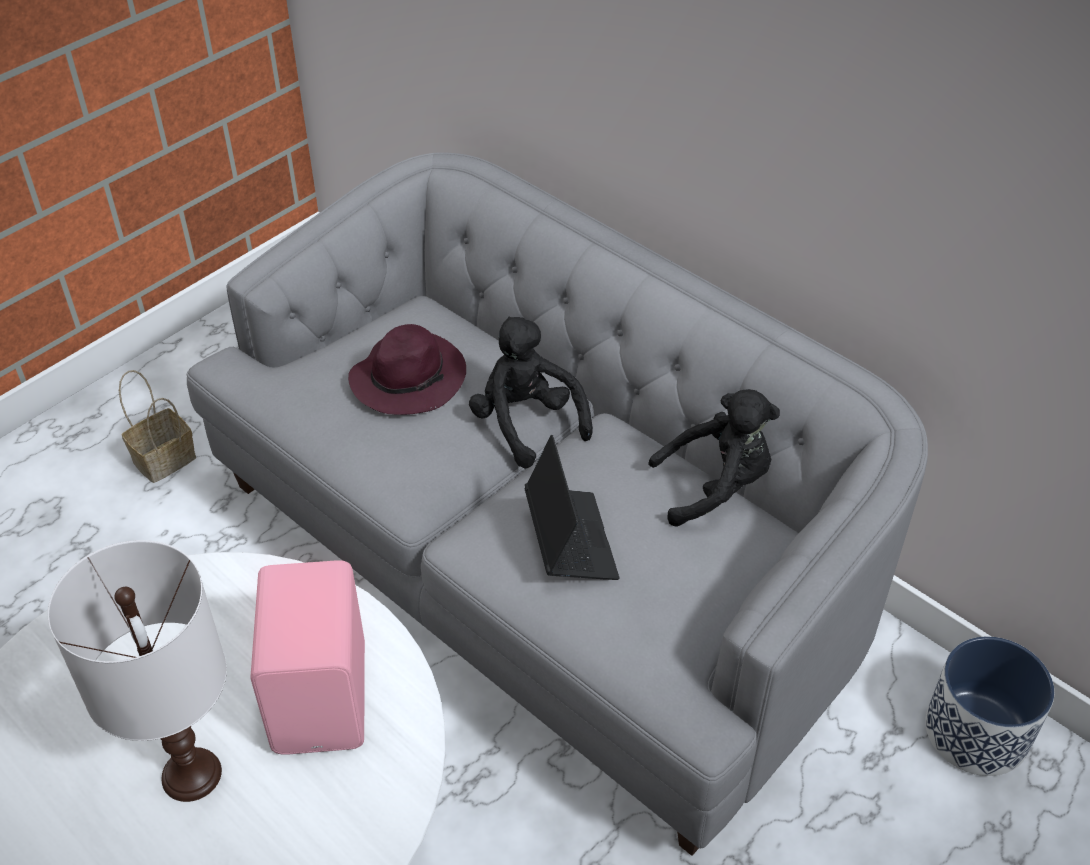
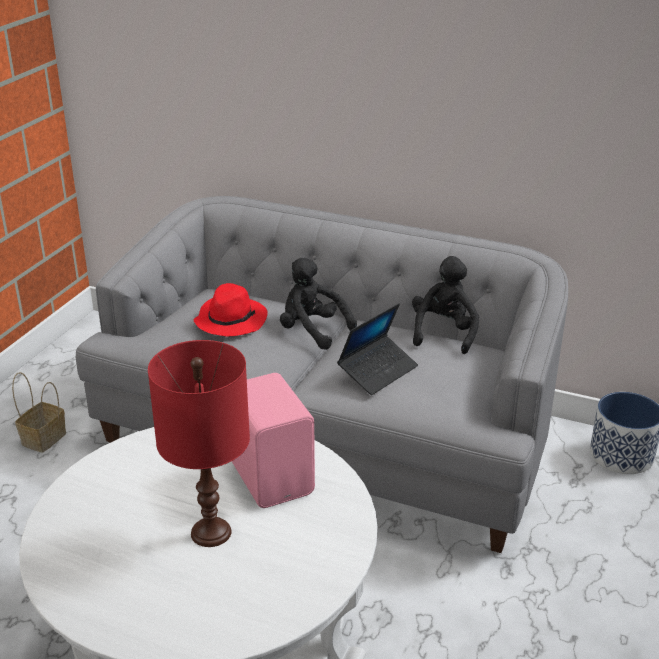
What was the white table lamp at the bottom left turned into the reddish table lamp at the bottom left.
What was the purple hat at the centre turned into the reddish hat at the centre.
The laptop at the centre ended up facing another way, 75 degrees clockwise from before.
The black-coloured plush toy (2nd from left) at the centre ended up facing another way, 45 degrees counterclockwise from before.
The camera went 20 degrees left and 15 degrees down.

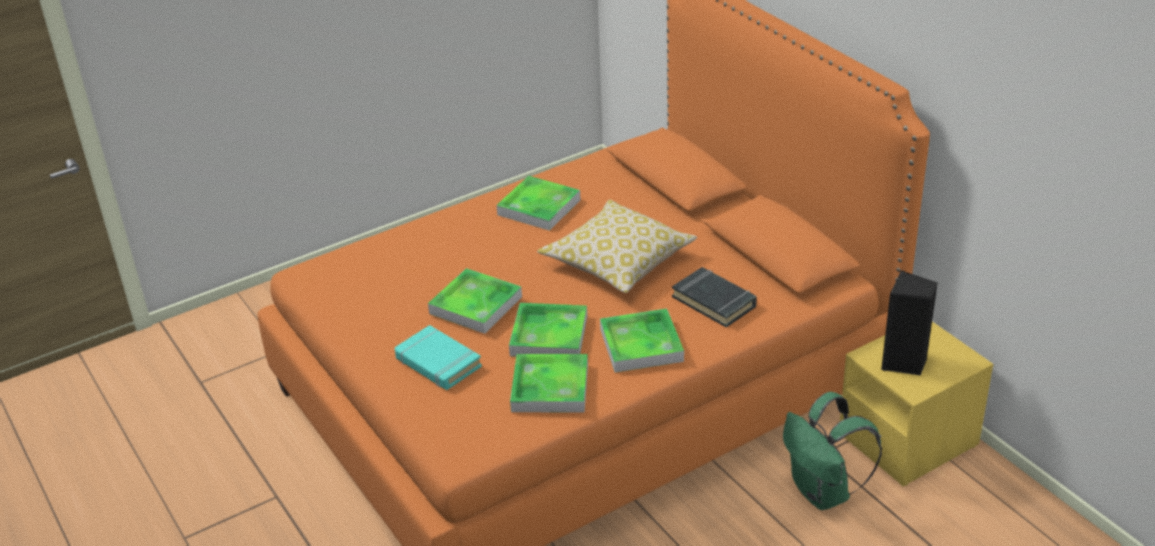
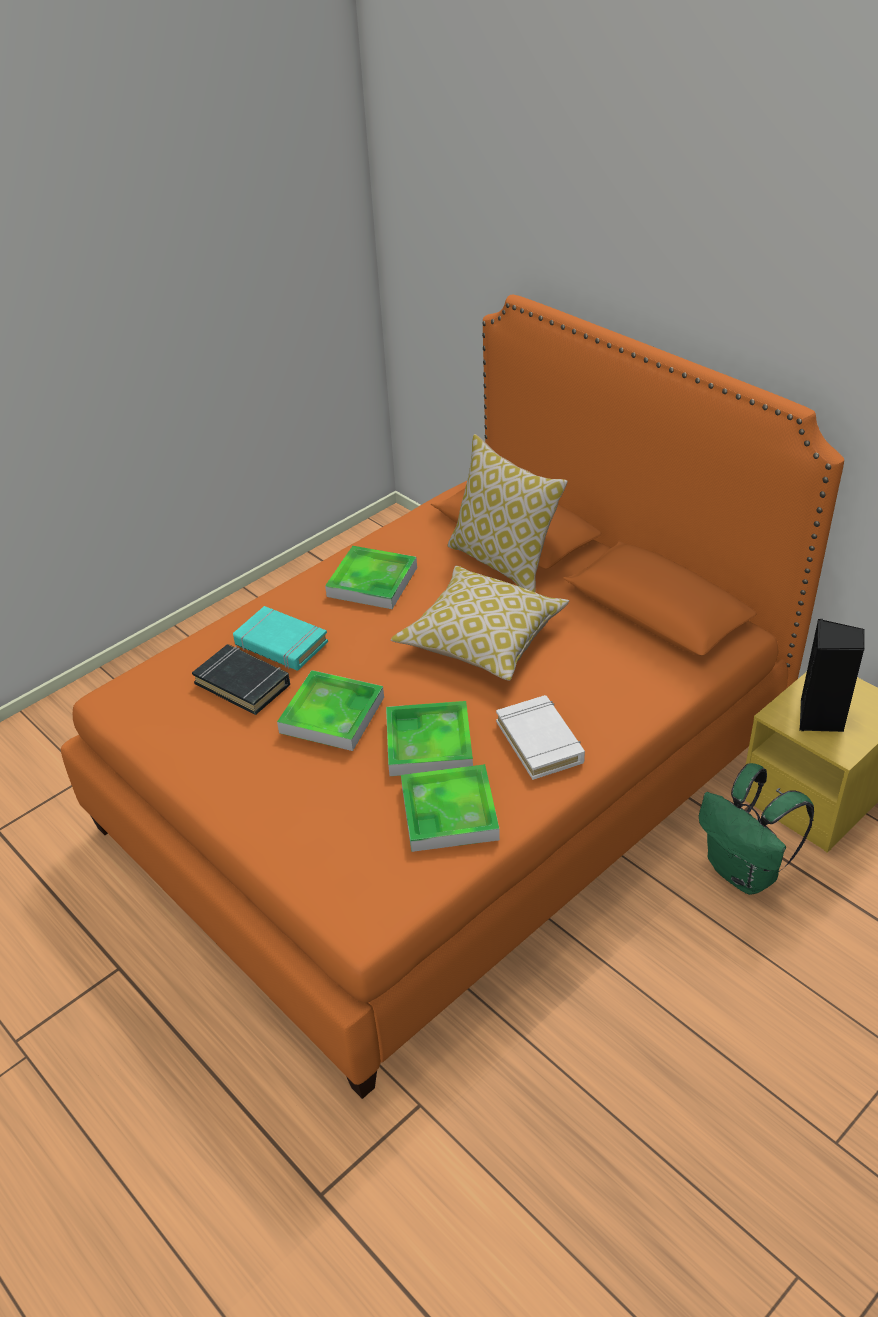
The second view gained the pillow (2nd from left) at the centre.
The turquoise book ended up elsewhere, having gone from the centre to the middle left.
The black-coloured book ended up elsewhere, having gone from the centre to the middle left.
Where the serving tray (5th from left) stood at the centre, the white book came to stand at the centre.
The camera went 10 degrees left and 5 degrees up.

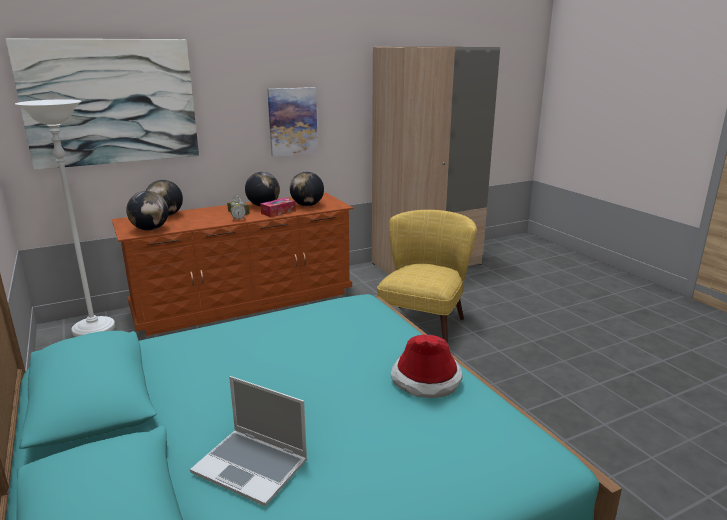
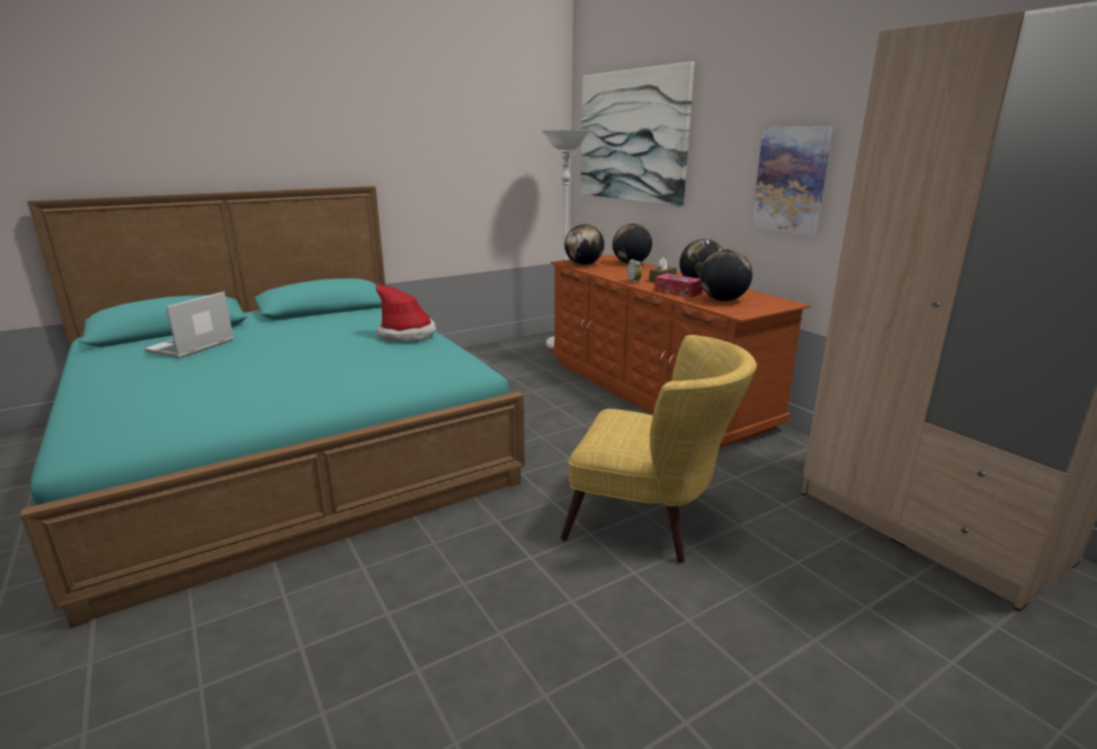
The hat ended up elsewhere, having gone from the bottom centre to the centre.
The camera went 85 degrees right and 0 degrees up.

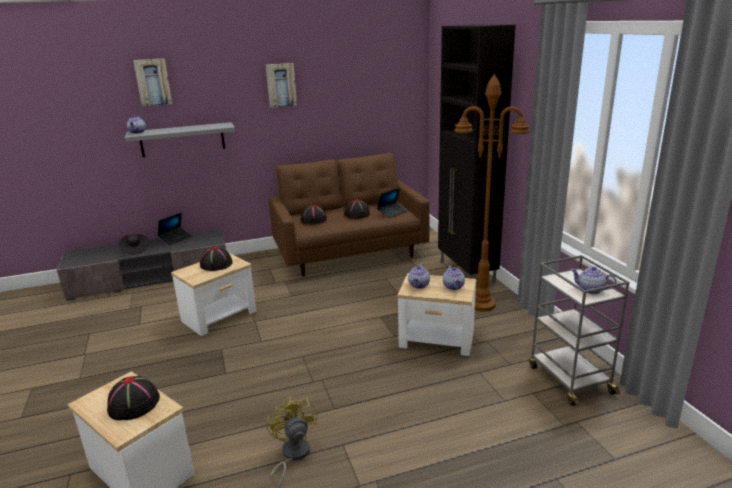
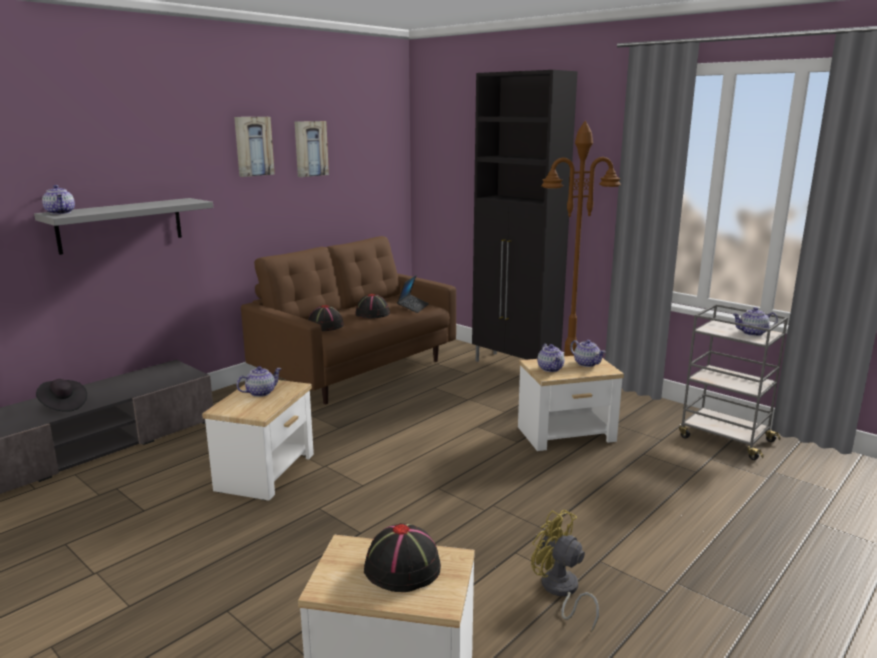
The second view lost the laptop (1st from left) at the middle left.
The wall picture (1st from left in the first image) ended up elsewhere, having gone from the top left to the top centre.
Where the black-coloured hat (3rd from left) stood at the middle left, the teapot (2nd from left) came to stand at the middle left.
The camera went 30 degrees left and 5 degrees down.

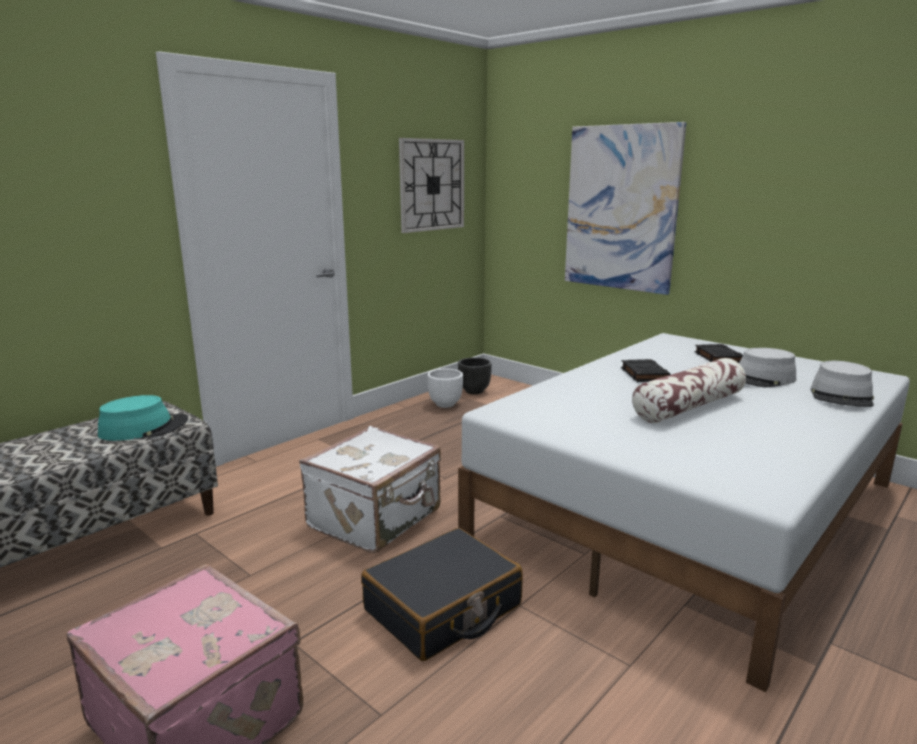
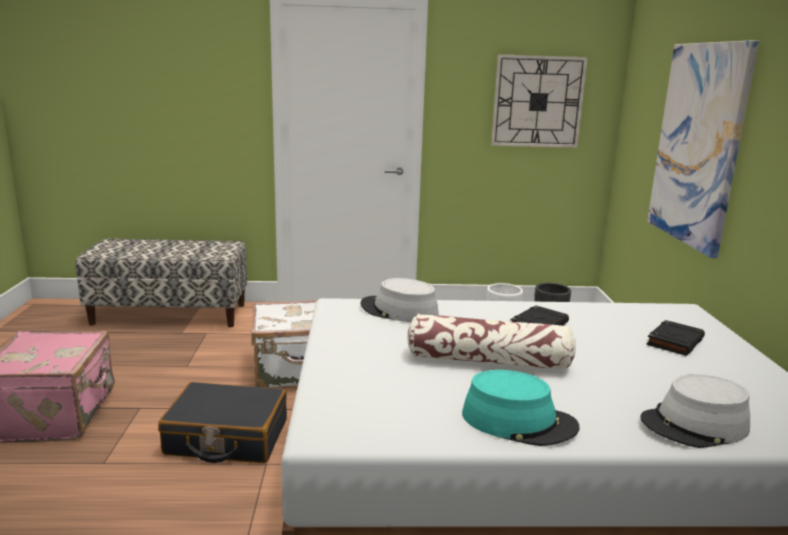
The turquoise hat ended up elsewhere, having gone from the middle left to the bottom centre.
The greyish hat (1st from left) ended up elsewhere, having gone from the middle right to the centre.
The camera went 45 degrees right and 0 degrees up.

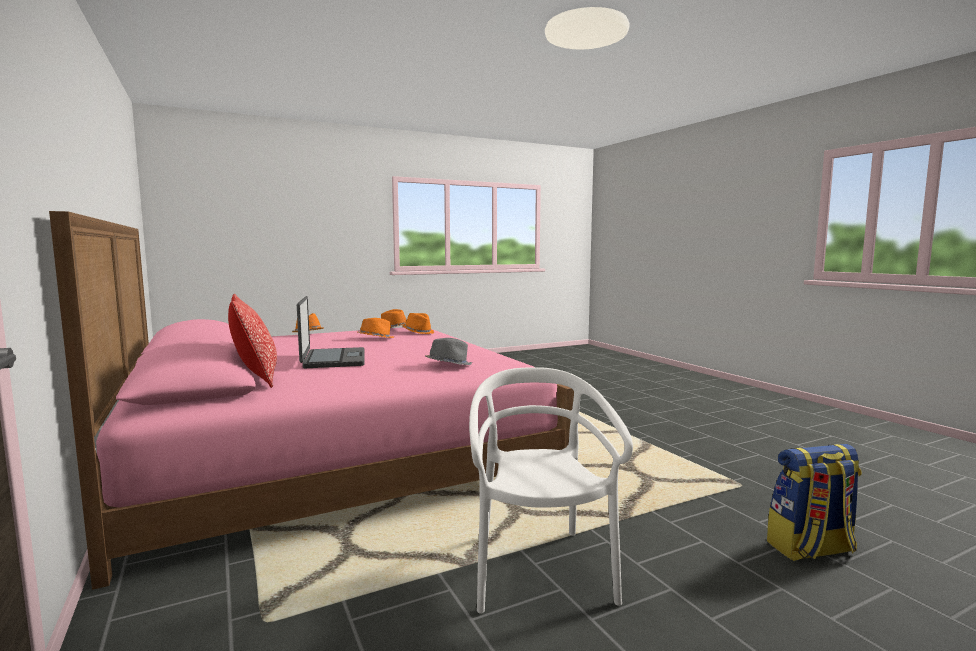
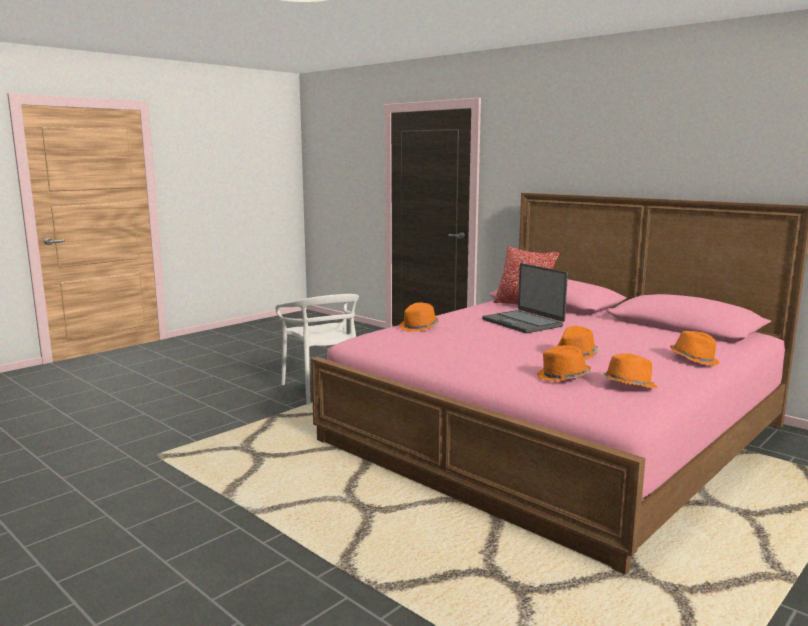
The second view lost the knapsack at the bottom right.
What was the greyish hat at the centre turned into the orange-coloured hat (1st from left) at the centre.
The camera went 160 degrees right and 5 degrees up.

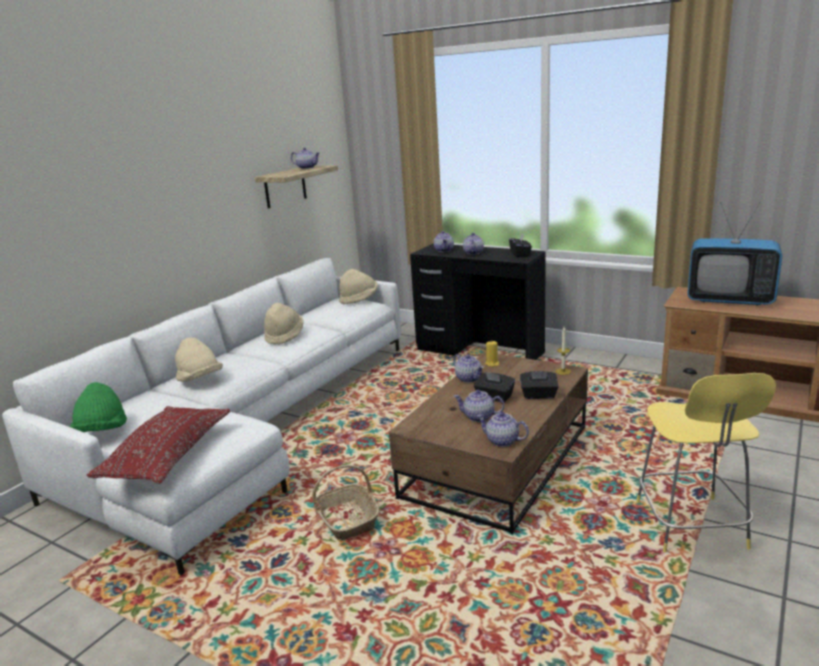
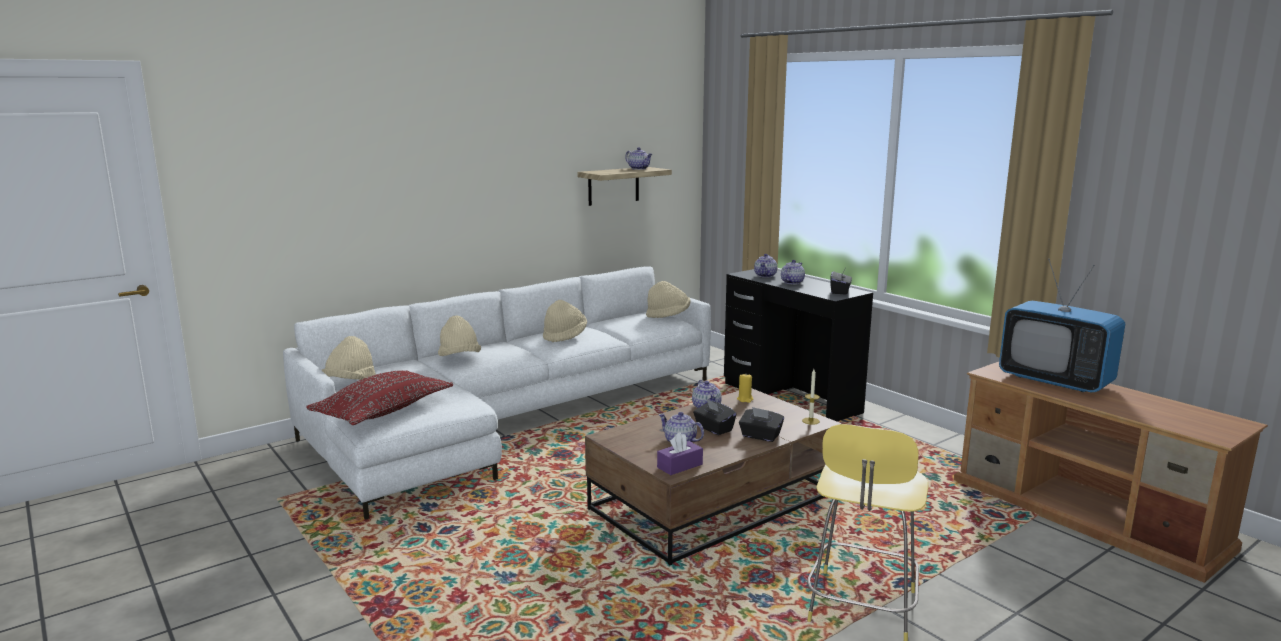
The second view lost the storage basket at the bottom centre.
Where the teapot (6th from left) stood at the centre, the purple box of tissues came to stand at the bottom centre.
What was the green hat at the middle left turned into the sand-coloured hat (1st from left) at the middle left.
The camera went 20 degrees right and 5 degrees down.

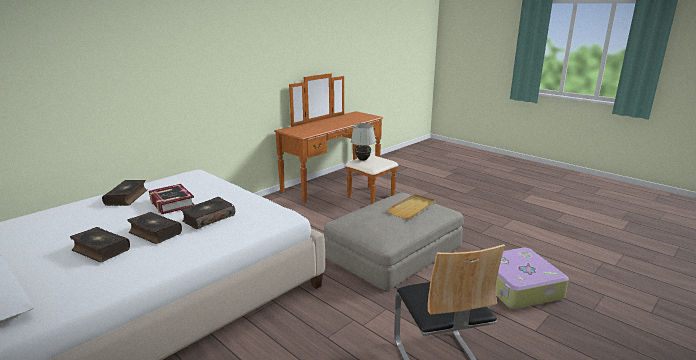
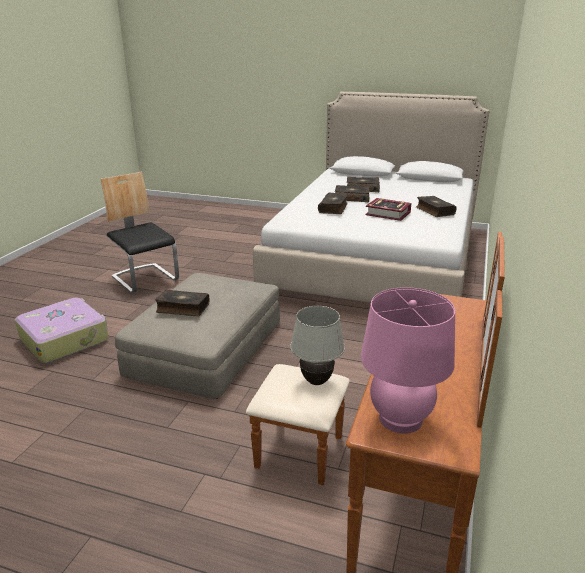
The second view gained the pink-coloured table lamp at the middle right.
Where the sand-coloured serving tray stood at the centre, the book (1st from left) came to stand at the middle left.
The camera went 155 degrees right and 5 degrees up.

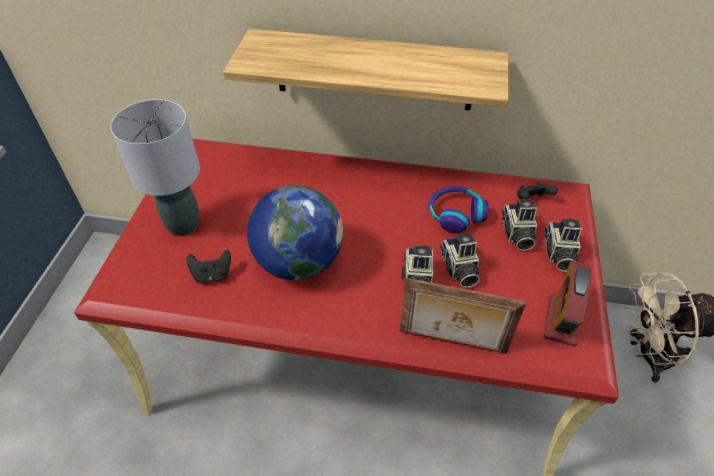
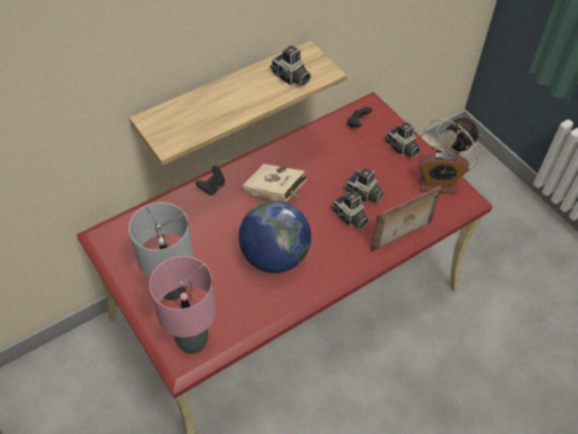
The second view lost the headset at the centre.
The second view gained the pink-coloured table lamp at the bottom left.
The second view gained the sand-coloured book at the centre.
The black-coloured joypad (1st from left) ended up elsewhere, having gone from the middle left to the centre.
The photo camera (3rd from left in the first image) ended up elsewhere, having gone from the middle right to the top centre.
The table clock at the middle right ended up facing another way, 60 degrees counterclockwise from before.
The camera went 45 degrees left and 5 degrees up.

